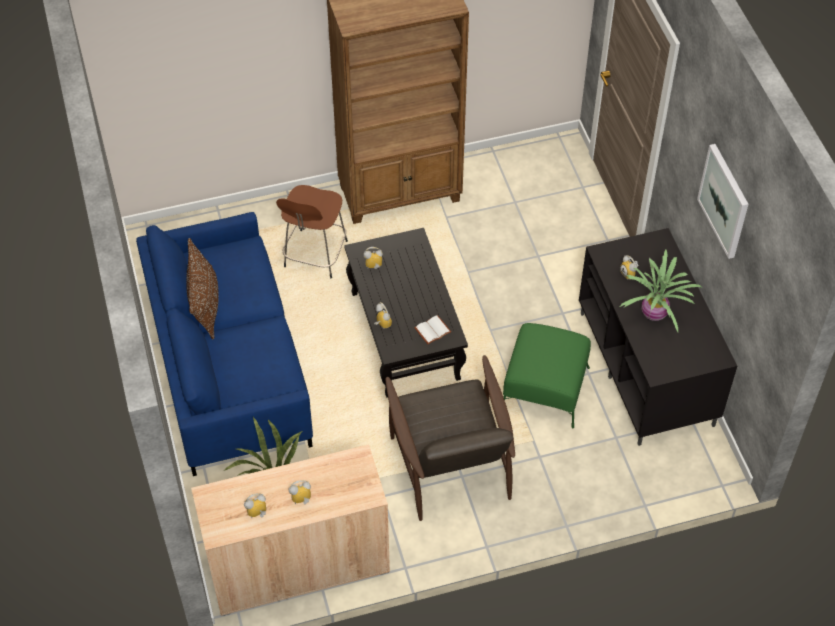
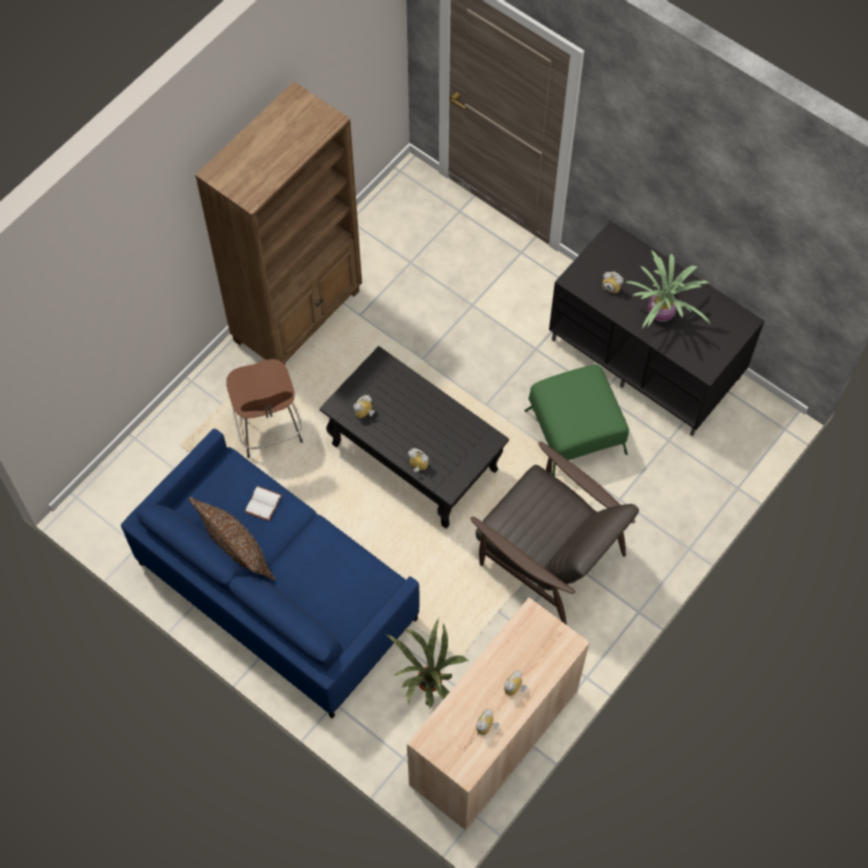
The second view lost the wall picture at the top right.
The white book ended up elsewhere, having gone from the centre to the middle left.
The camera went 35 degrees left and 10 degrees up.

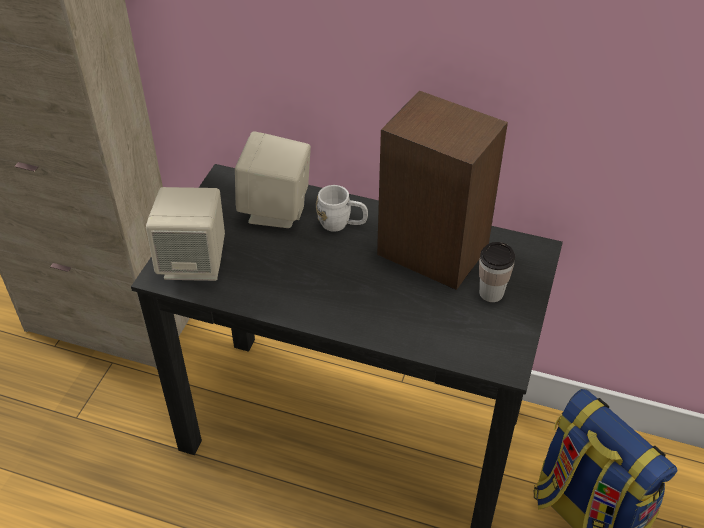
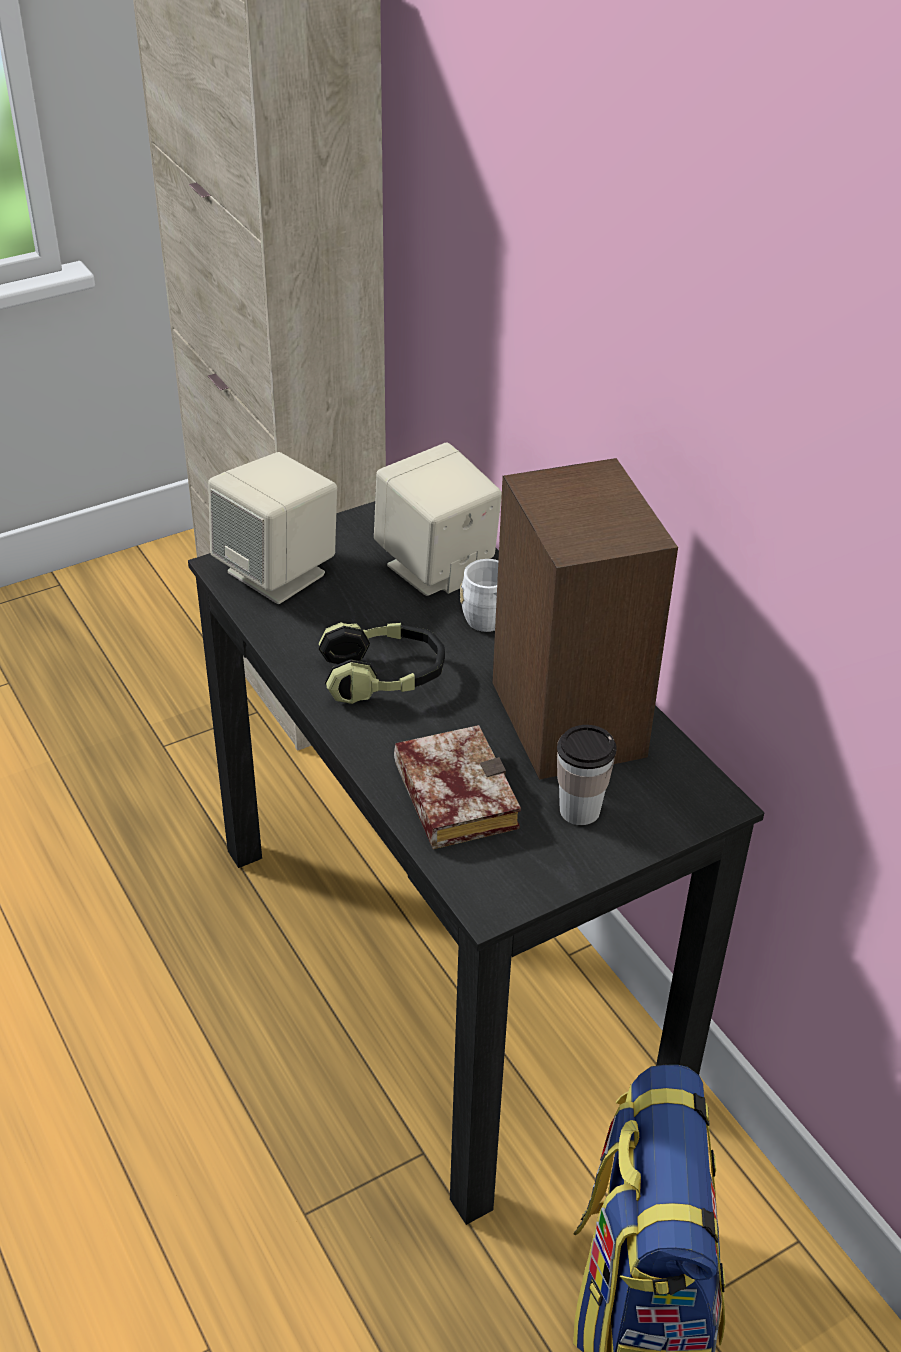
The second view gained the headset at the centre.
The second view gained the book at the centre.
The camera went 40 degrees right and 5 degrees down.

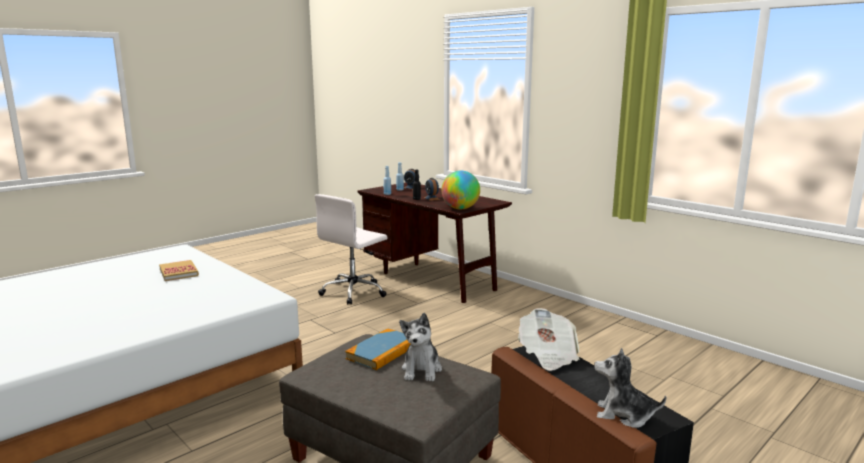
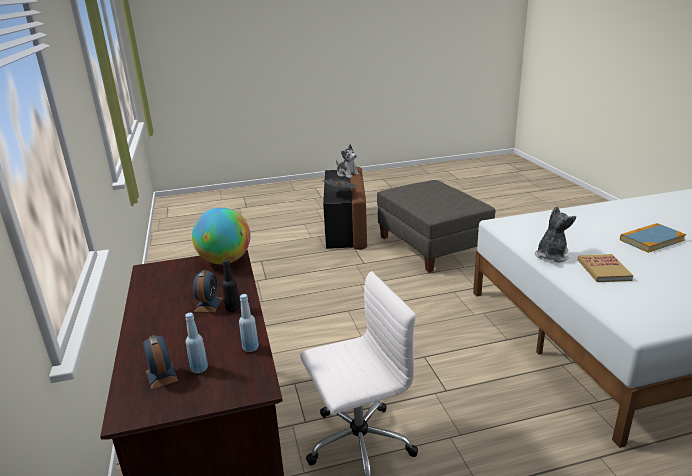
The book (2nd from left) ended up elsewhere, having gone from the bottom centre to the middle right.
The plush toy (1st from left in the first image) ended up elsewhere, having gone from the bottom centre to the middle right.
The camera went 150 degrees left and 10 degrees up.

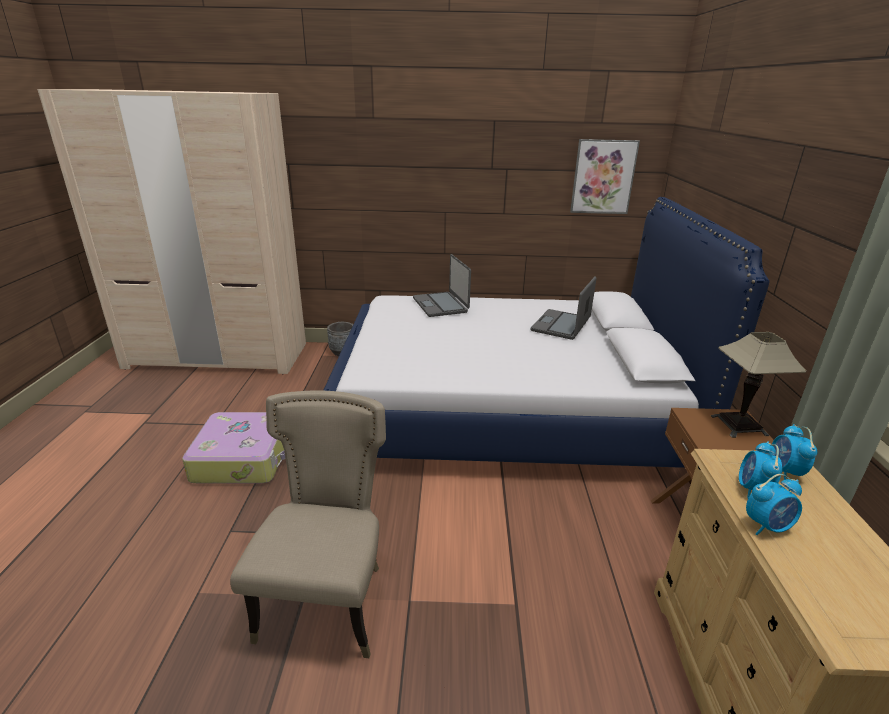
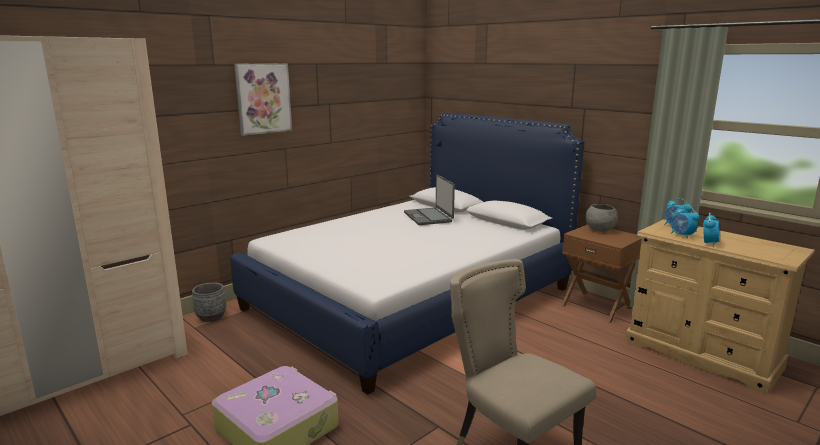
The second view lost the laptop (1st from left) at the centre.
The wall picture ended up elsewhere, having gone from the top right to the top left.
Where the table lamp stood at the middle right, the greyish serving bowl came to stand at the middle right.
The camera went 45 degrees left and 10 degrees down.

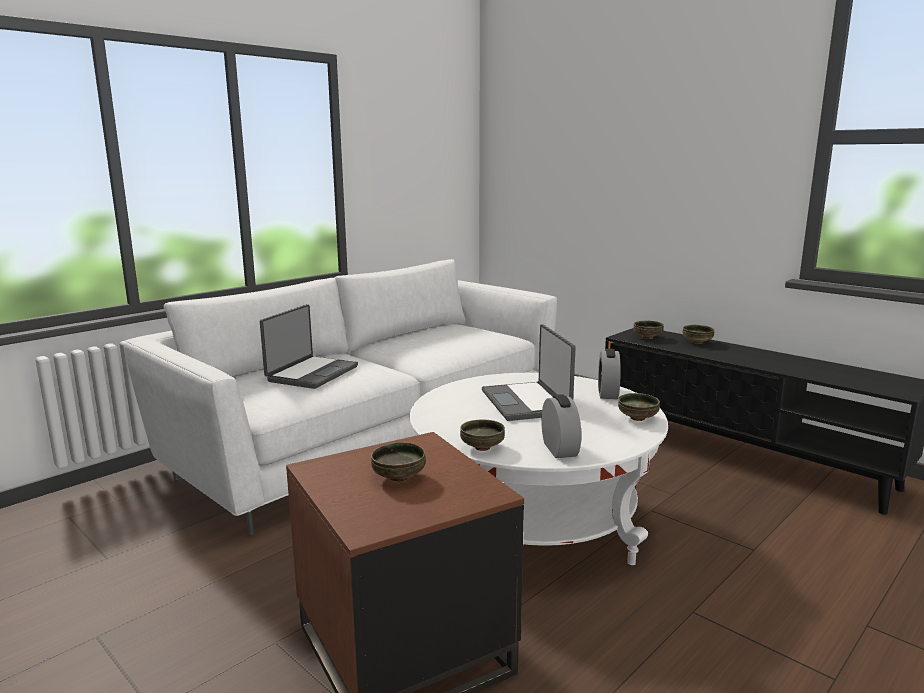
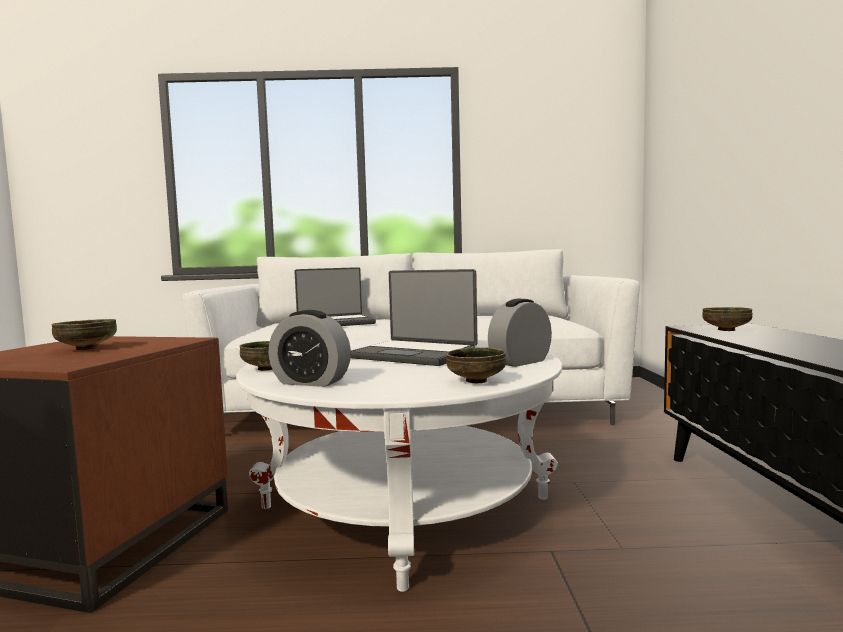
The second view lost the serving bowl (5th from left) at the middle right.
The laptop (2nd from left) at the centre ended up facing another way, 90 degrees counterclockwise from before.
The table clock (1st from left) at the centre ended up facing another way, 75 degrees clockwise from before.
The camera went 45 degrees right and 10 degrees down.

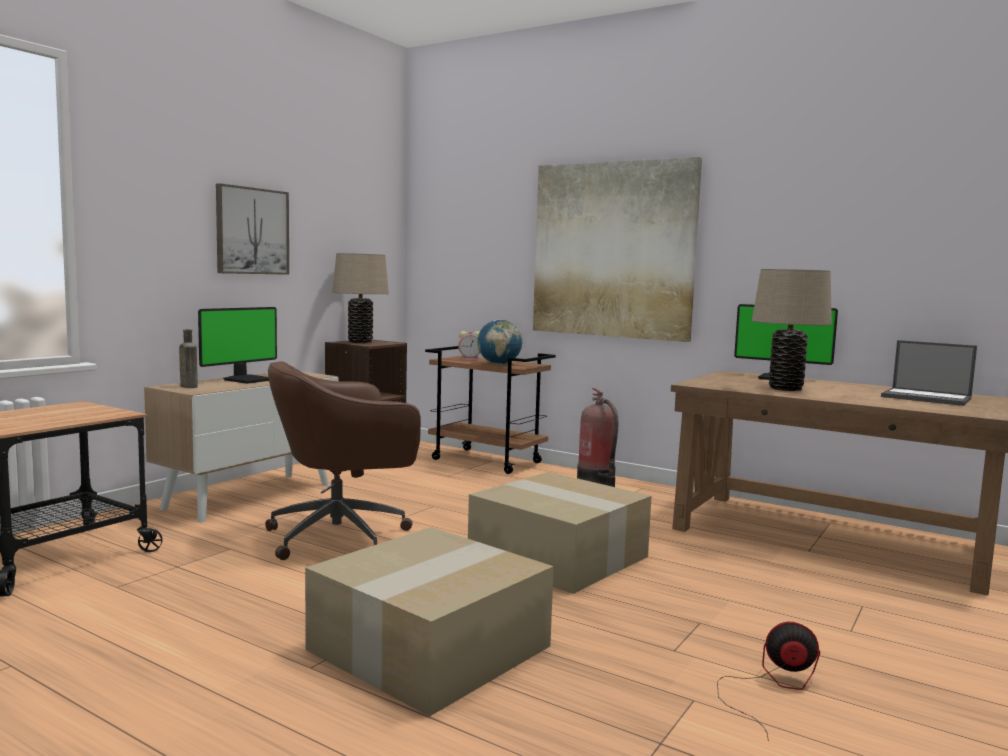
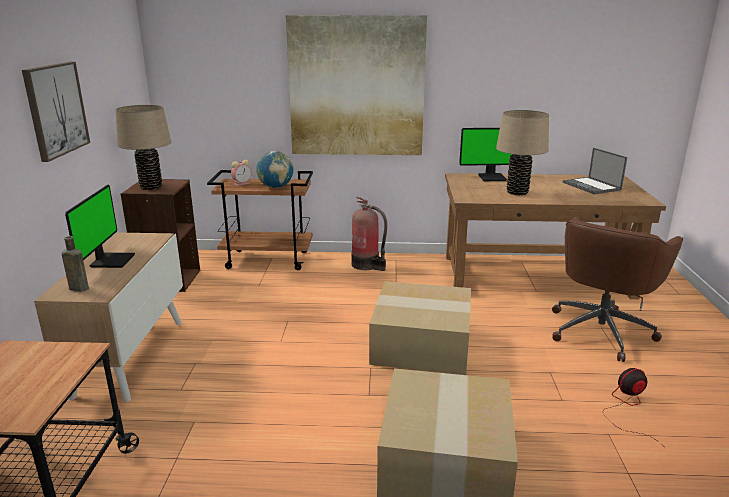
The brown-coloured office chair ended up elsewhere, having gone from the centre to the middle right.
The laptop at the middle right ended up facing another way, 60 degrees clockwise from before.
The camera went 30 degrees left and 15 degrees up.

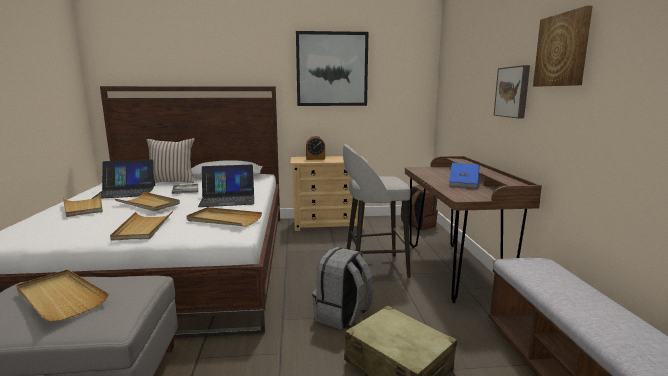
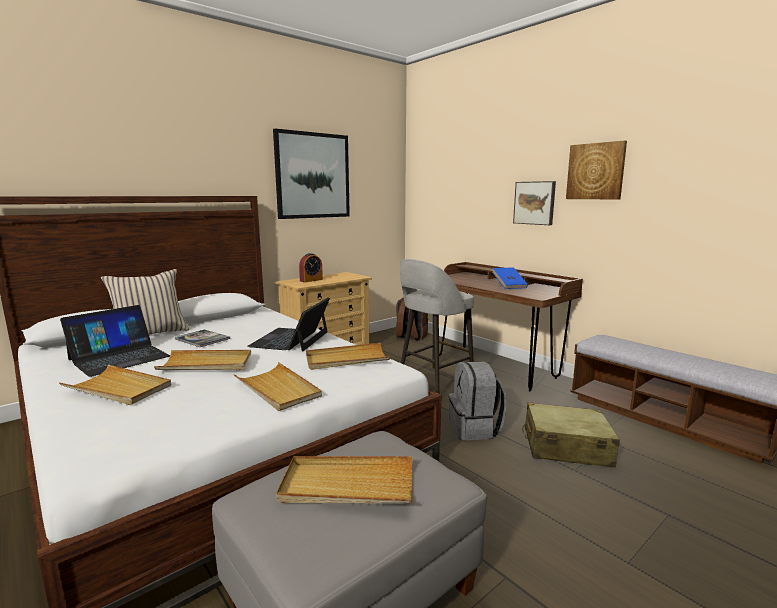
The laptop (2nd from left) at the centre ended up facing another way, 150 degrees clockwise from before.
The camera went 35 degrees left and 0 degrees up.

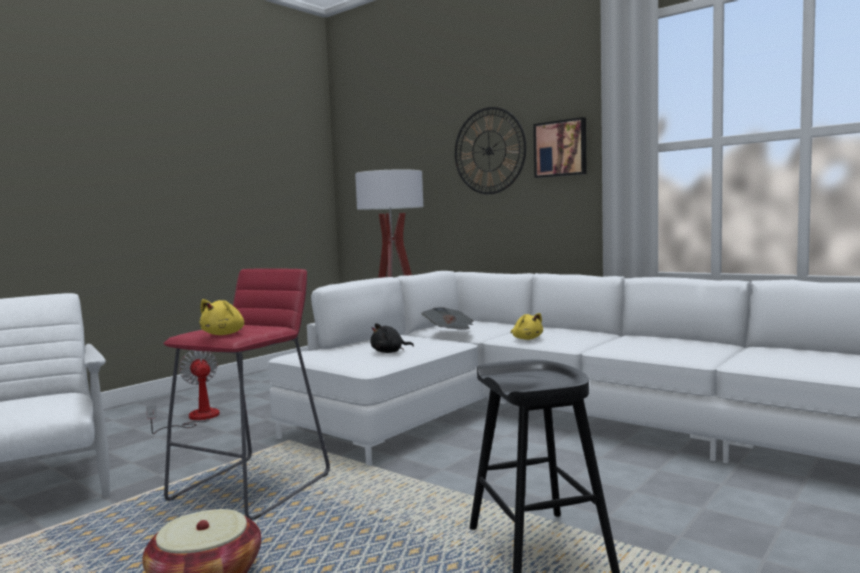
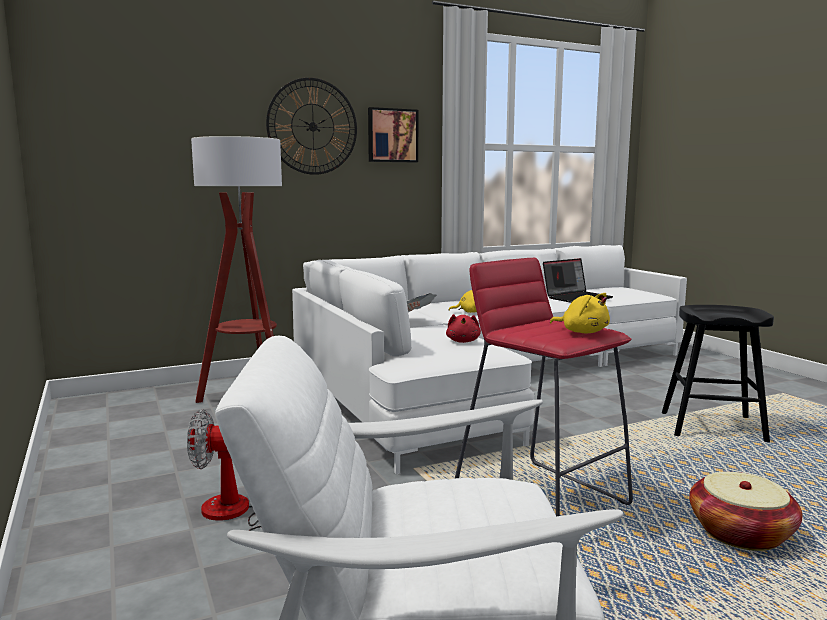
The second view gained the laptop at the middle right.
What was the black-coloured plush toy at the centre turned into the reddish plush toy at the centre.
The camera went 65 degrees left and 5 degrees up.

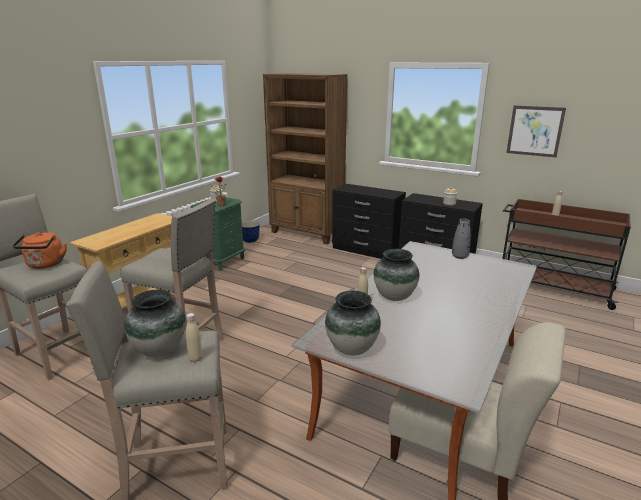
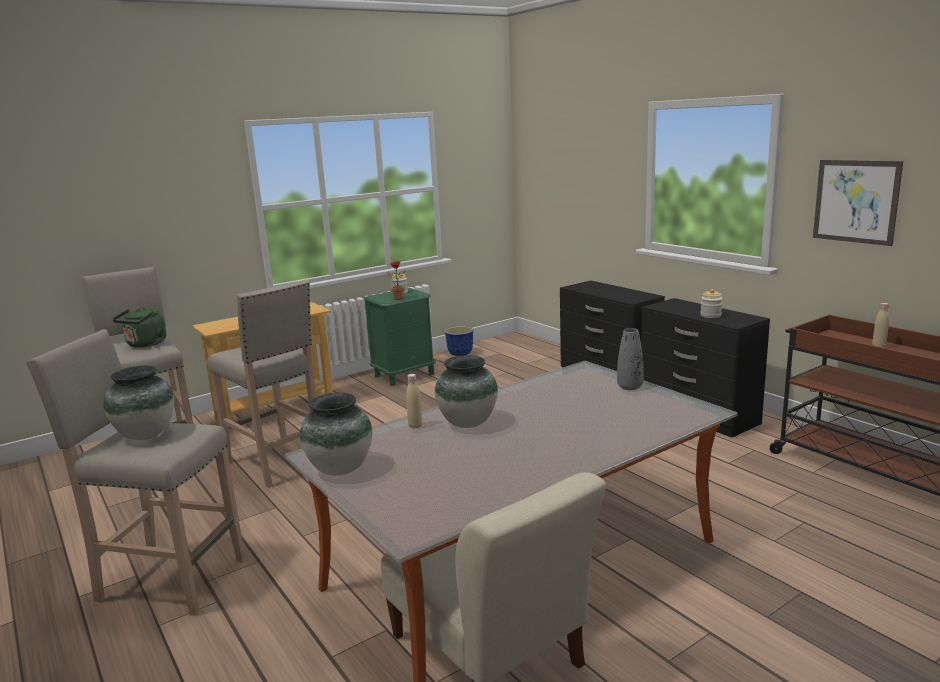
The second view lost the sand-coloured drink bottle (1st from left) at the bottom left.
The second view lost the brown-coloured shelving unit at the top centre.
What was the orange-coloured tea kettle at the middle left turned into the green tea kettle at the middle left.
The camera went 25 degrees right and 5 degrees down.

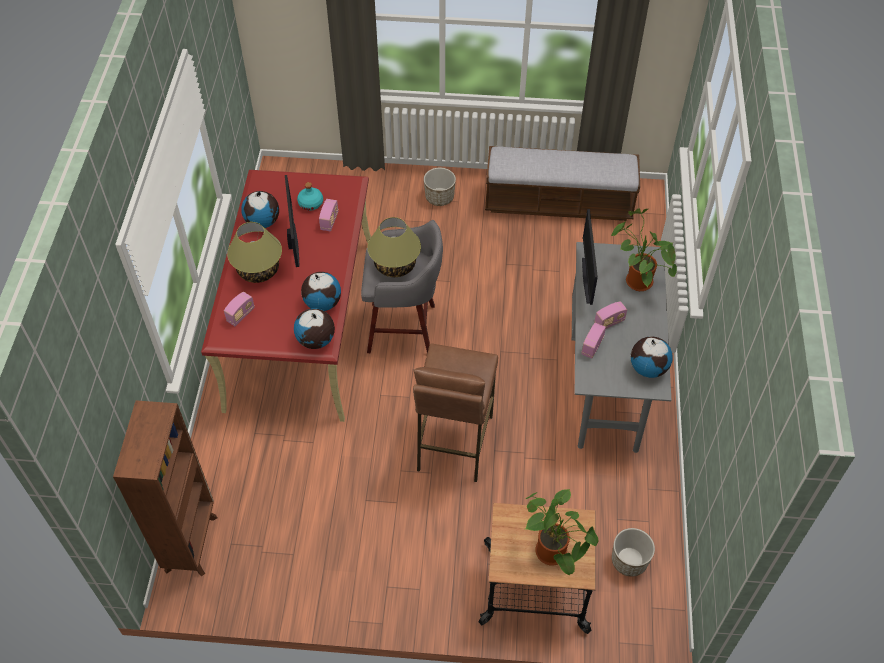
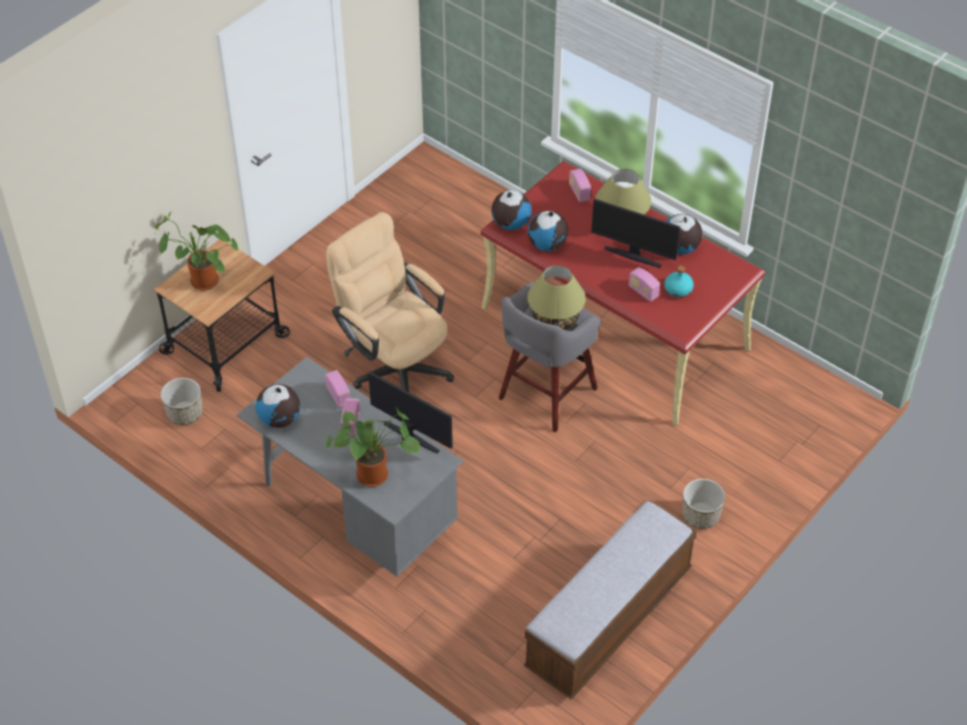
The second view lost the brown-coloured shelving unit at the bottom left.
Where the brown-coloured sitting stool stood at the centre, the sand-coloured office chair came to stand at the centre.
The camera went 125 degrees right and 5 degrees down.

